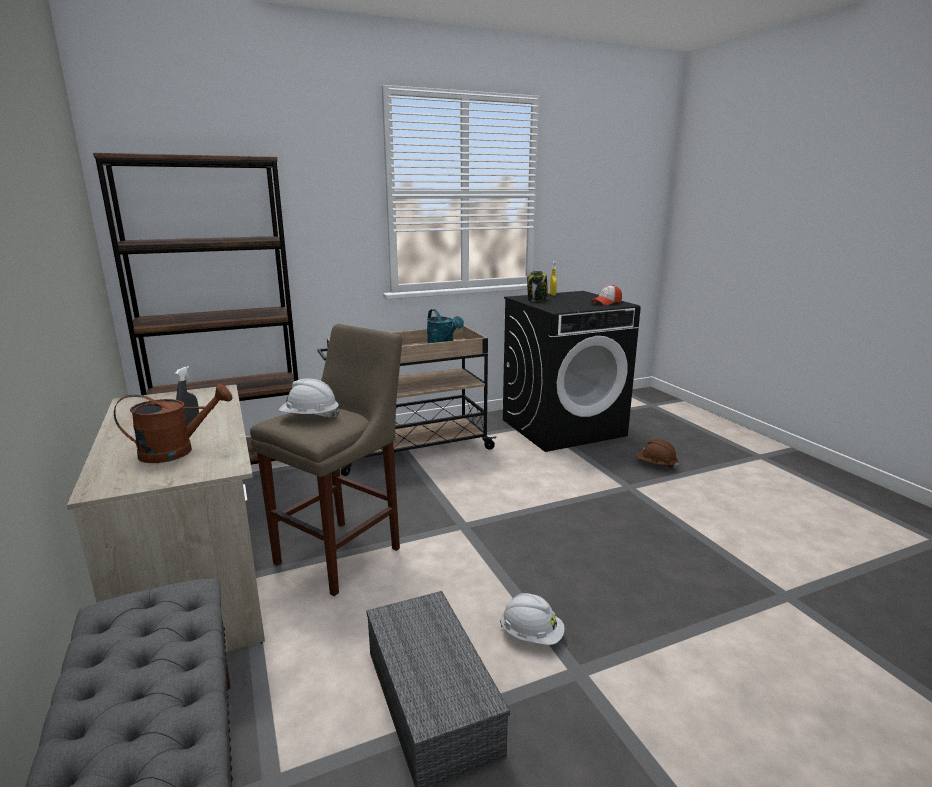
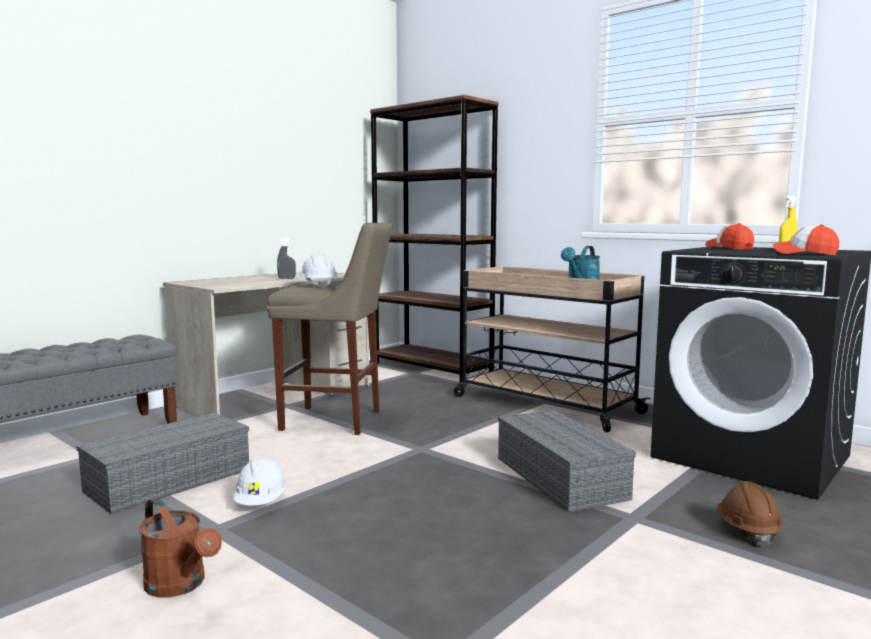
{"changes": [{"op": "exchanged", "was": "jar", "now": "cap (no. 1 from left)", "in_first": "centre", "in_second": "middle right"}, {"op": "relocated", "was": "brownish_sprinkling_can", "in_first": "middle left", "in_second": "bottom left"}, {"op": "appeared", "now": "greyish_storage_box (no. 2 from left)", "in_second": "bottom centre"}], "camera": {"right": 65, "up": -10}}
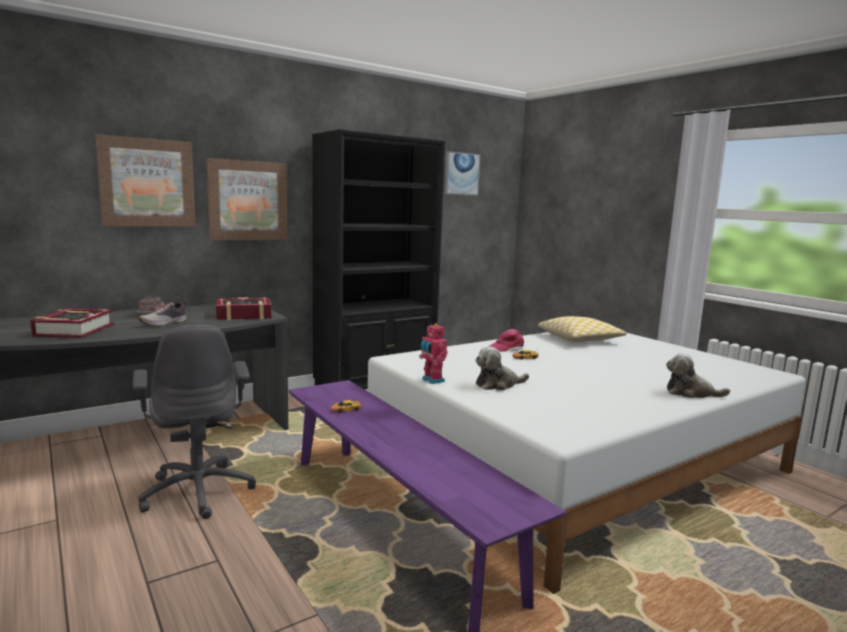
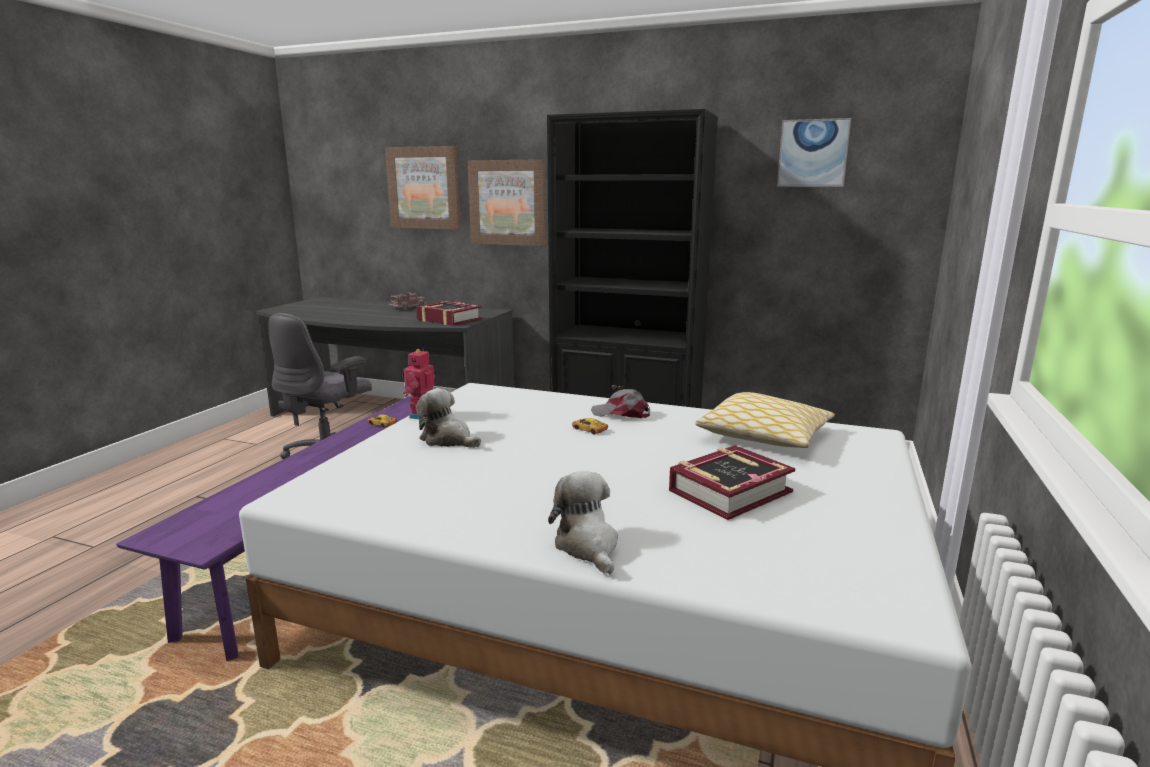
{"changes": [{"op": "missing", "was": "item_of_footwear", "in_first": "middle left"}, {"op": "relocated", "was": "book (no. 1 from left in the first image)", "now": "book (no. 2 from left)", "in_first": "middle left", "in_second": "centre"}, {"op": "colour", "was": "pink-coloured_cap", "now": "greyish_cap", "in_first": "centre", "in_second": "centre"}], "camera": {"right": 55, "up": 5}}
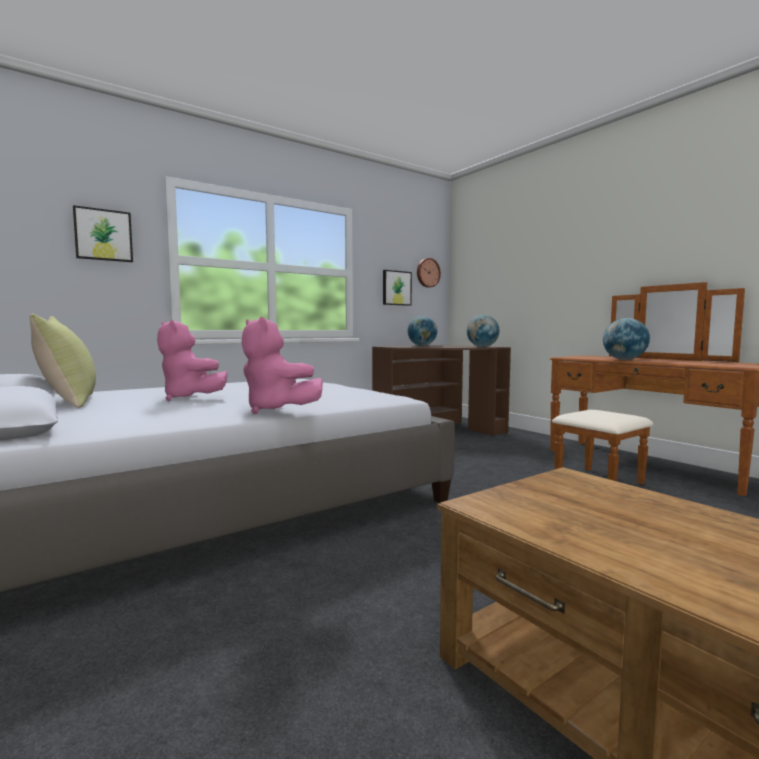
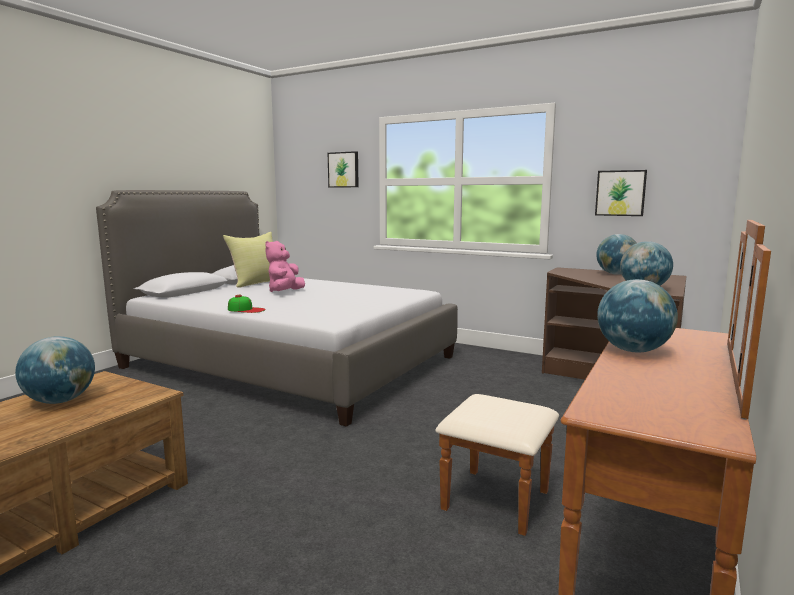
{"changes": [{"op": "missing", "was": "clock_on_the_wall", "in_first": "centre"}, {"op": "exchanged", "was": "pink-coloured_cuddly_toy (no. 2 from left)", "now": "cap", "in_first": "centre", "in_second": "middle left"}, {"op": "appeared", "now": "globe (no. 1 from left)", "in_second": "middle left"}], "camera": {"right": 65, "up": 5}}
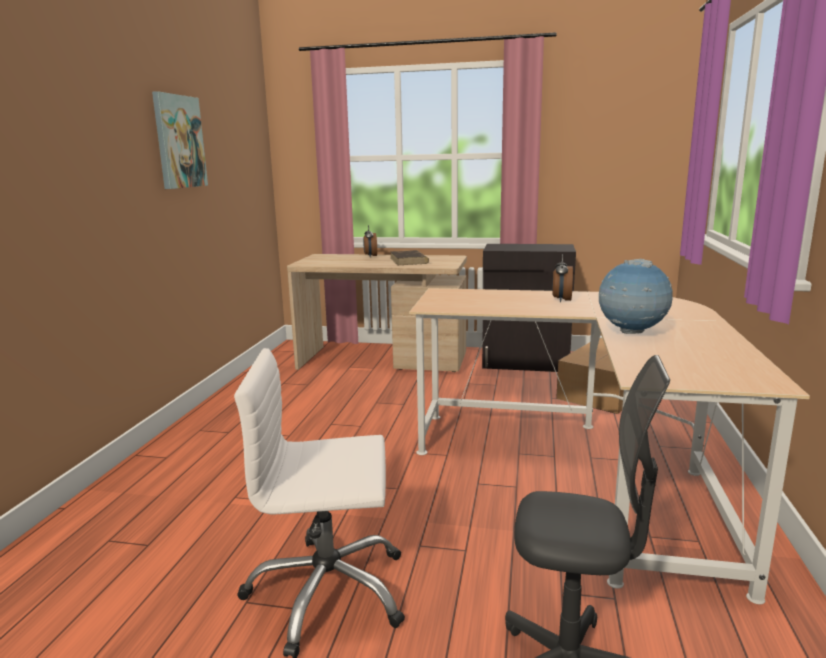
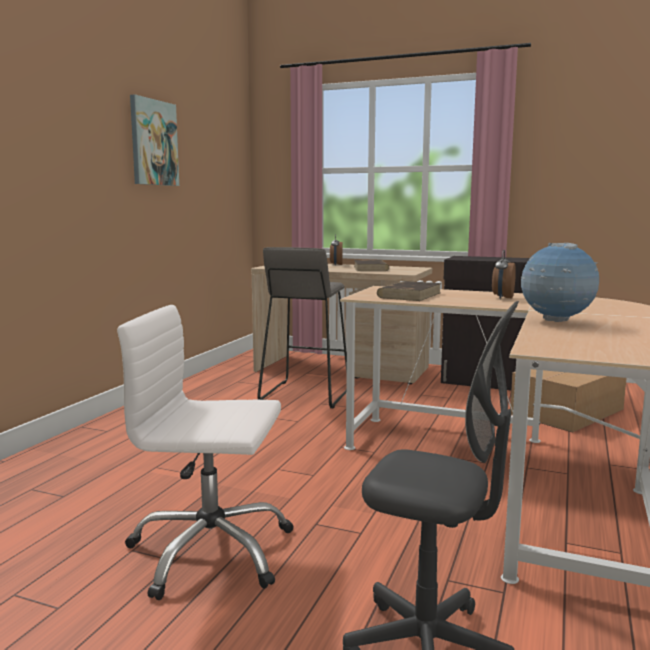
{"changes": [{"op": "appeared", "now": "greyish_stool", "in_second": "centre"}, {"op": "appeared", "now": "brownish_book (no. 2 from left)", "in_second": "centre"}], "camera": {"right": 10, "up": -5}}
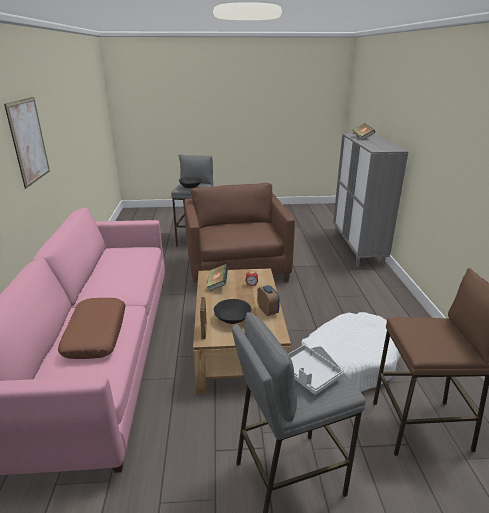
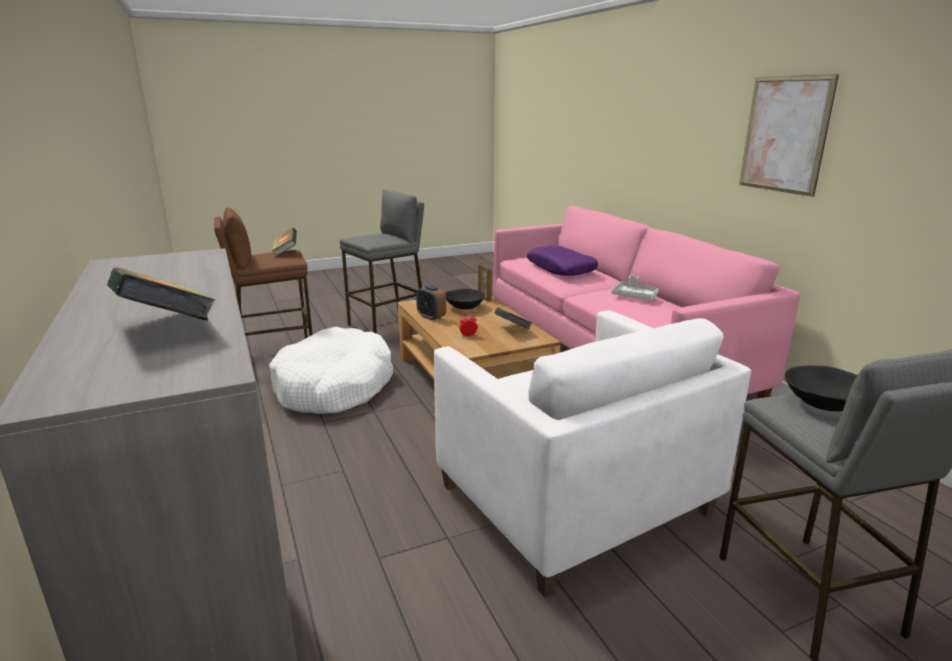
{"changes": [{"op": "colour", "was": "brownish_lounge_chair", "now": "white-coloured_lounge_chair", "in_first": "centre", "in_second": "bottom centre"}, {"op": "colour", "was": "brownish_pillow", "now": "purple-coloured_pillow", "in_first": "middle left", "in_second": "centre"}, {"op": "relocated", "was": "greyish_tray", "in_first": "bottom centre", "in_second": "middle right"}, {"op": "appeared", "now": "book (no. 2 from left)", "in_second": "middle left"}], "camera": {"right": 160, "up": -5}}
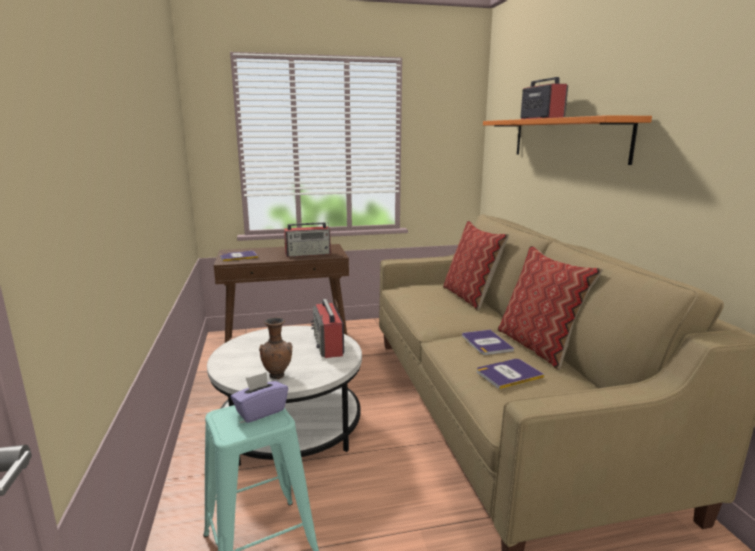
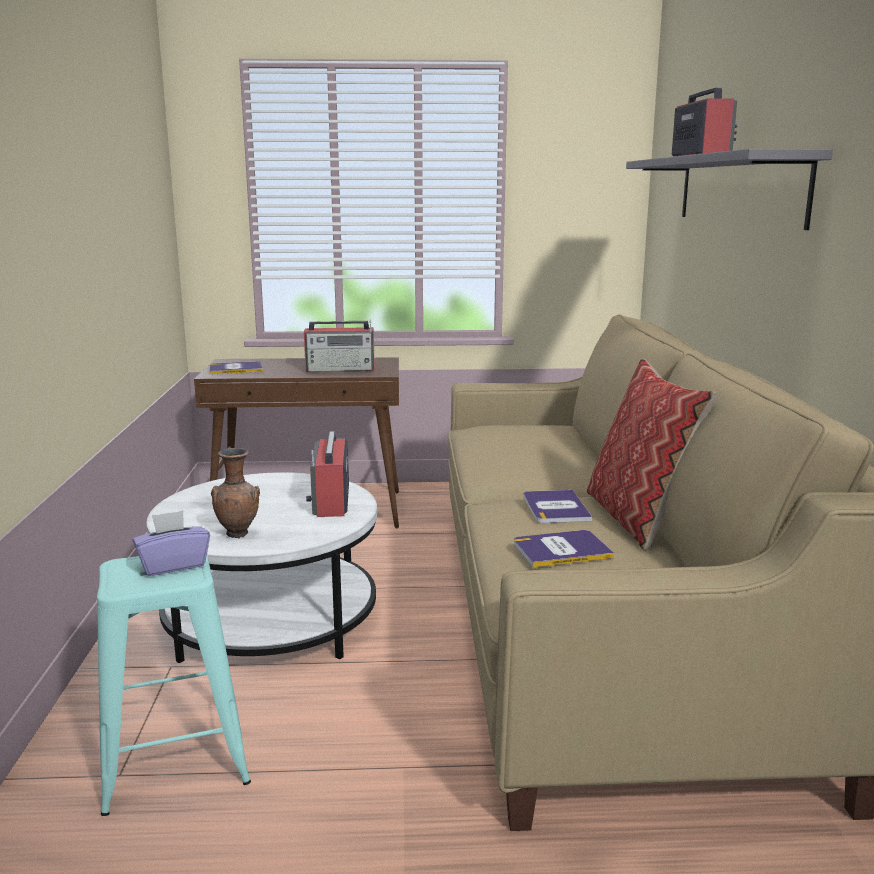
{"changes": [{"op": "colour", "was": "orangey_bracket_shelf", "now": "greyish_bracket_shelf", "in_first": "top right", "in_second": "top right"}, {"op": "missing", "was": "pillow (no. 1 from left)", "in_first": "centre"}], "camera": {"right": 10, "up": 0}}
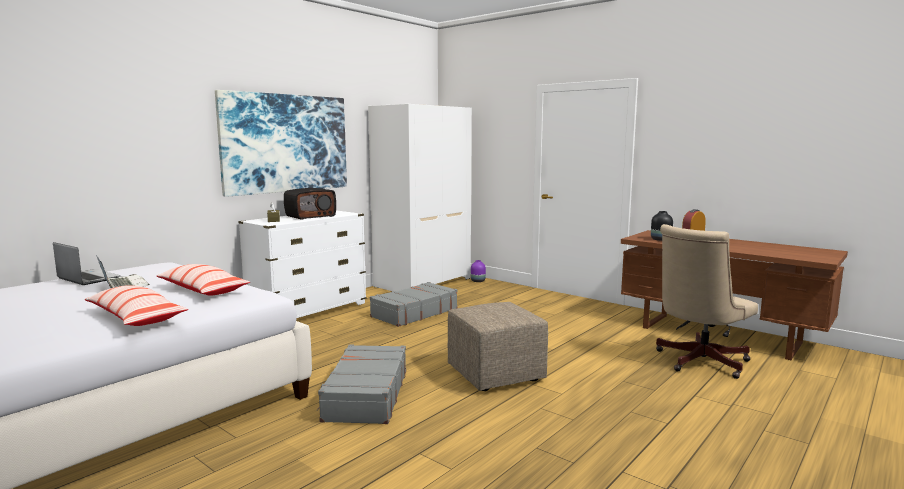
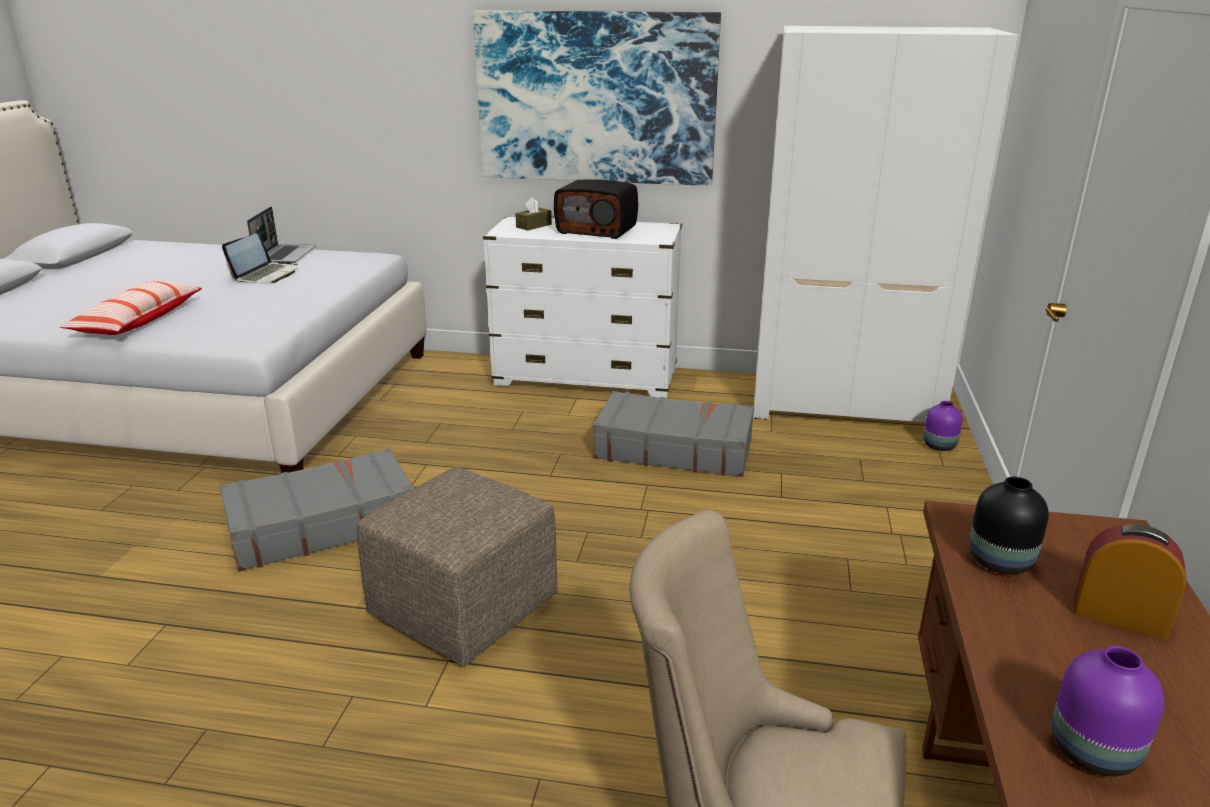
{"changes": [{"op": "missing", "was": "pillow (no. 2 from left)", "in_first": "middle left"}, {"op": "appeared", "now": "purple-coloured_decorative_vase (no. 2 from left)", "in_second": "bottom right"}], "camera": {"right": 60, "up": 15}}
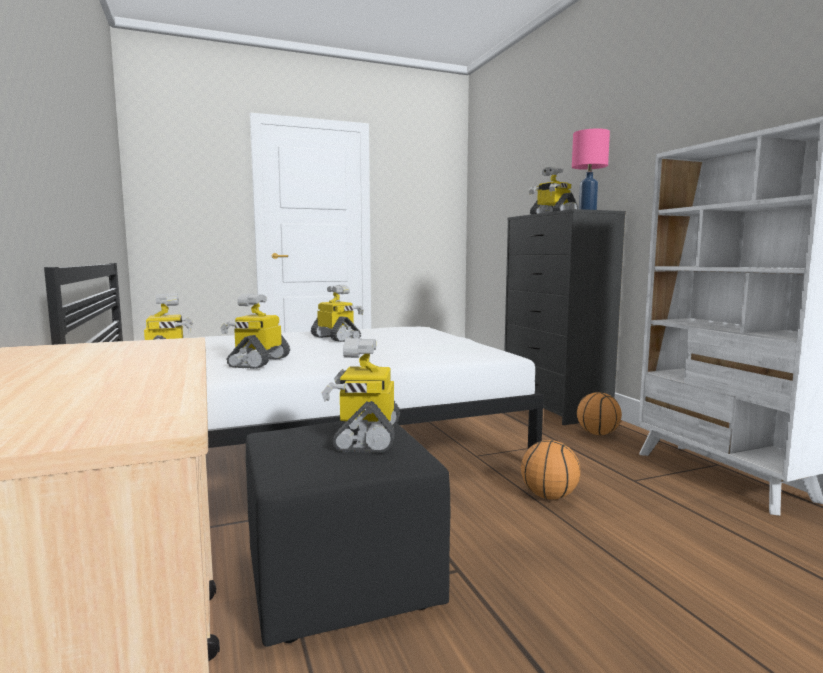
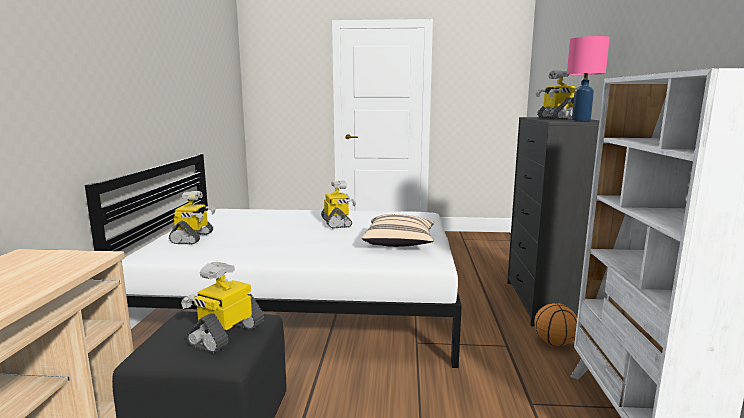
{"changes": [{"op": "missing", "was": "robot_figure (no. 2 from left)", "in_first": "middle left"}, {"op": "missing", "was": "ball_for_basketball (no. 1 from left)", "in_first": "bottom right"}, {"op": "appeared", "now": "beige_pillow", "in_second": "centre"}], "camera": {"right": 25, "up": 5}}
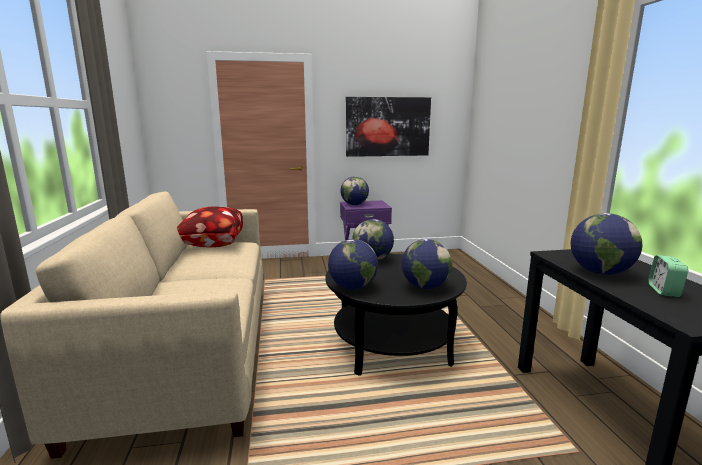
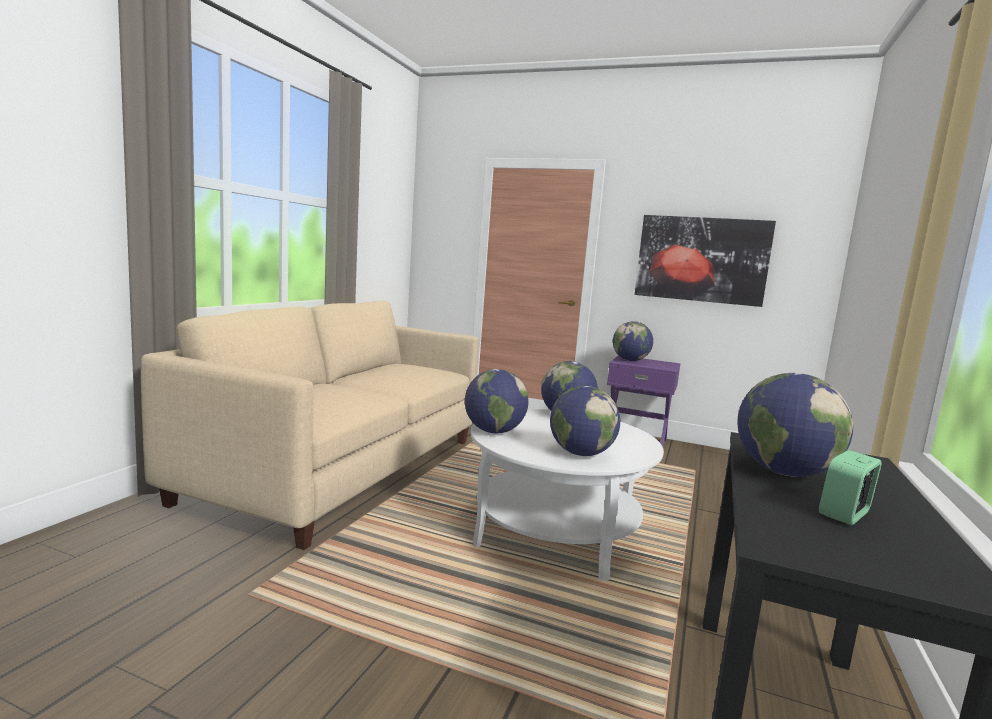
{"changes": [{"op": "missing", "was": "pillow", "in_first": "middle left"}, {"op": "colour", "was": "black_coffee_table", "now": "white-coloured_coffee_table", "in_first": "bottom centre", "in_second": "bottom centre"}], "camera": {"right": 30, "up": -5}}
